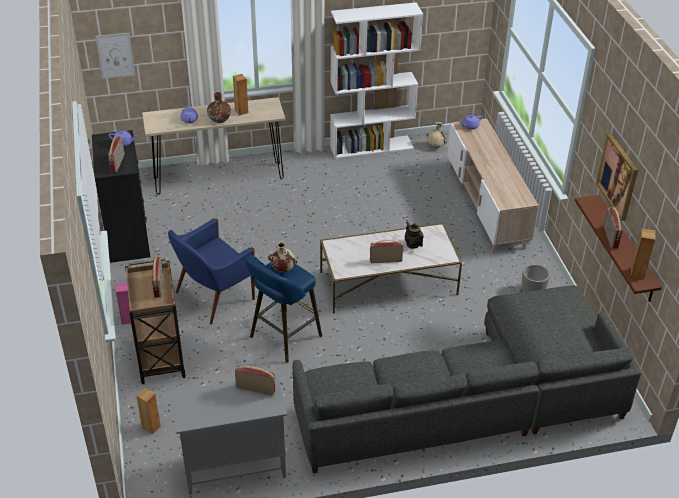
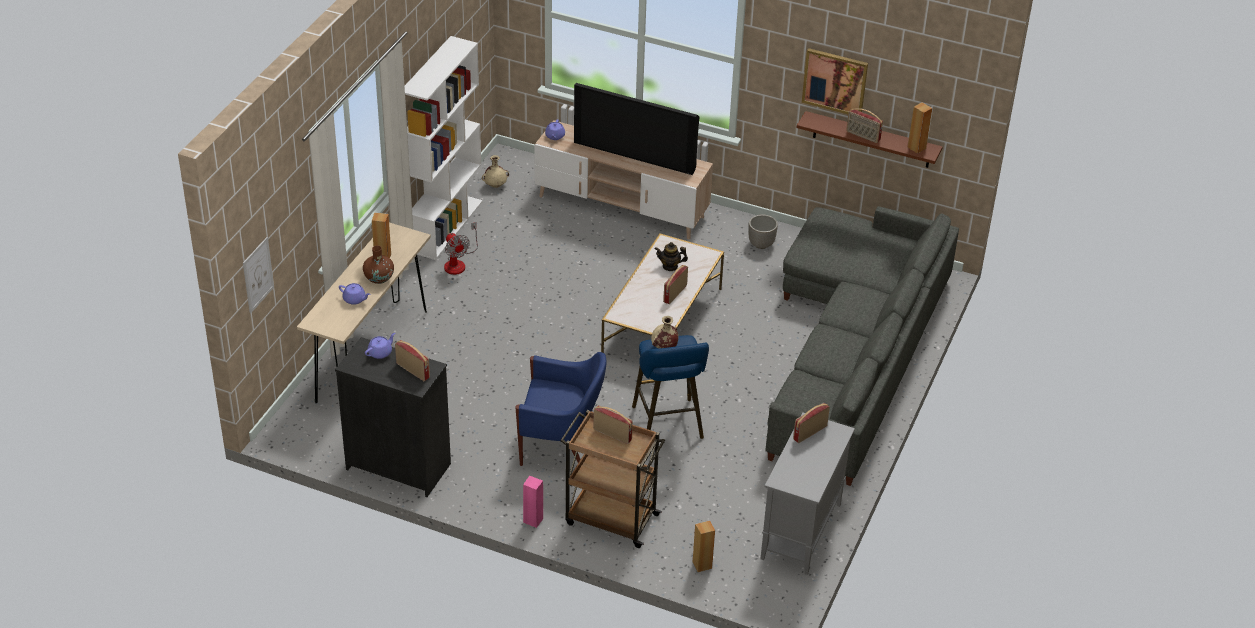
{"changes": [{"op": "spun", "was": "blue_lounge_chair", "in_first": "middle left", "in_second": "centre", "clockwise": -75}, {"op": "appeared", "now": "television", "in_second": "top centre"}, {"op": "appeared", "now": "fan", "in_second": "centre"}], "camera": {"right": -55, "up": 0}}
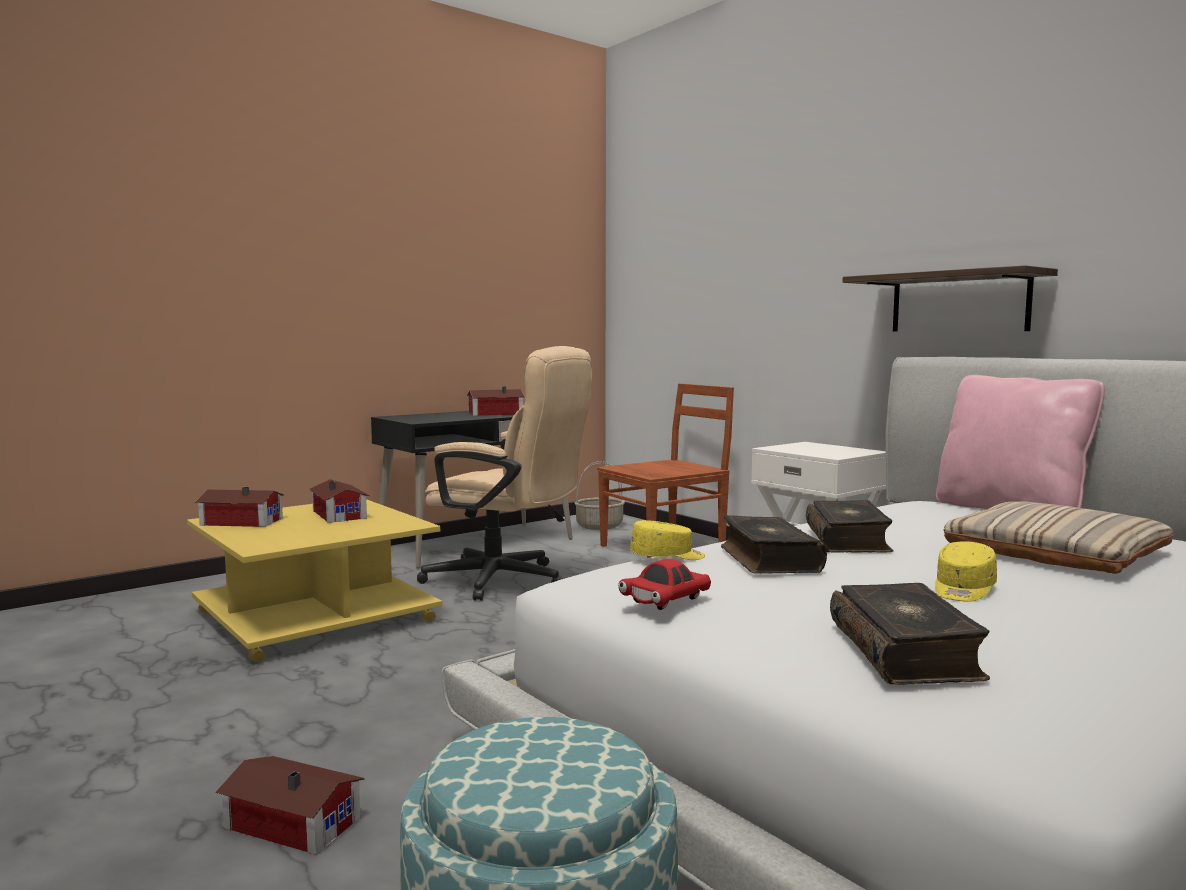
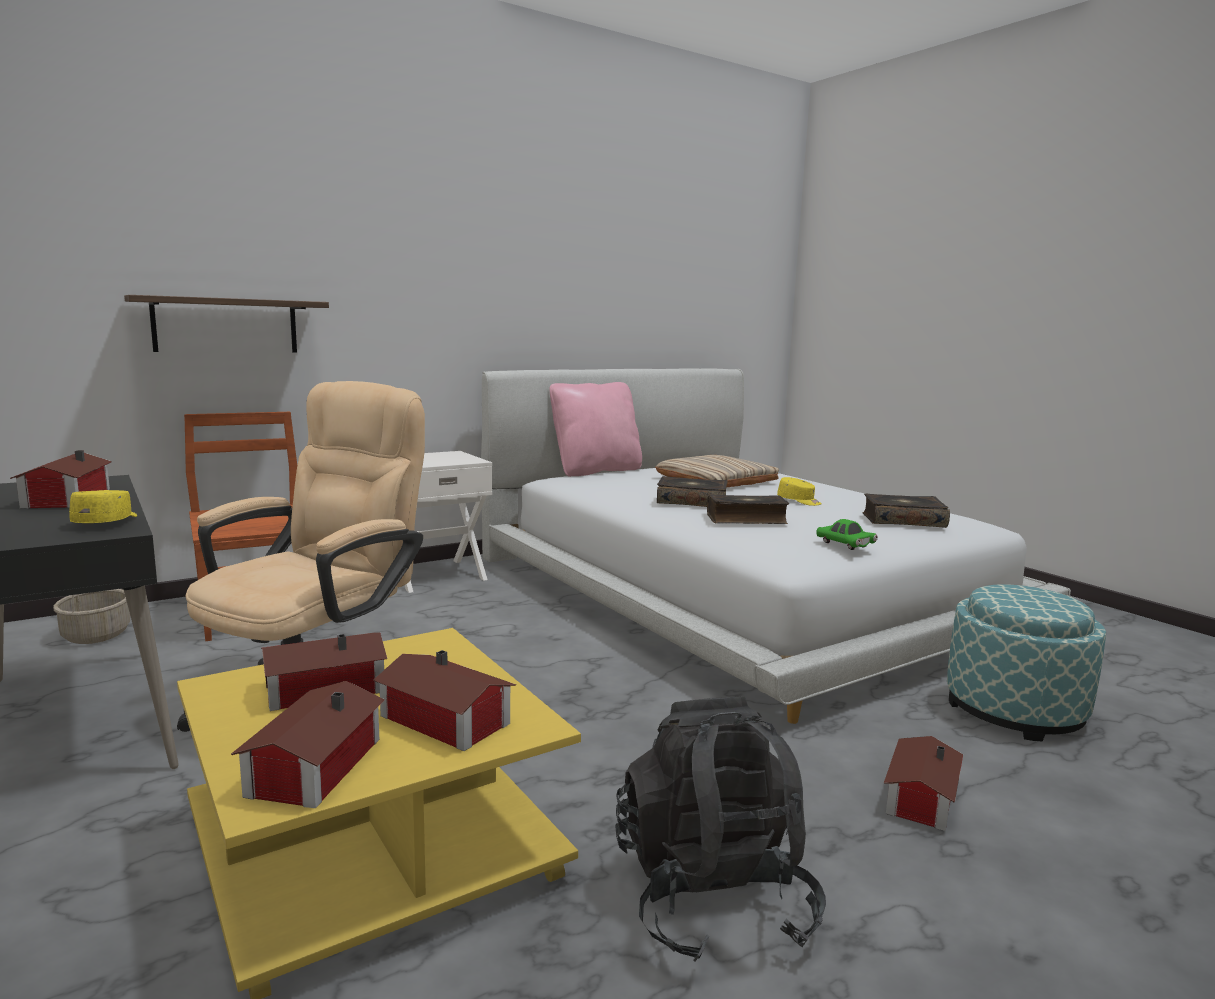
{"changes": [{"op": "relocated", "was": "bracket_shelf", "in_first": "middle right", "in_second": "top left"}, {"op": "relocated", "was": "yellow-coloured_cap (no. 1 from left)", "in_first": "centre", "in_second": "middle left"}, {"op": "colour", "was": "red_model_car", "now": "green_model_car", "in_first": "centre", "in_second": "middle right"}, {"op": "appeared", "now": "model_house (no. 4 from left)", "in_second": "bottom centre"}, {"op": "appeared", "now": "black_rucksack", "in_second": "bottom centre"}], "camera": {"right": -85, "up": 5}}
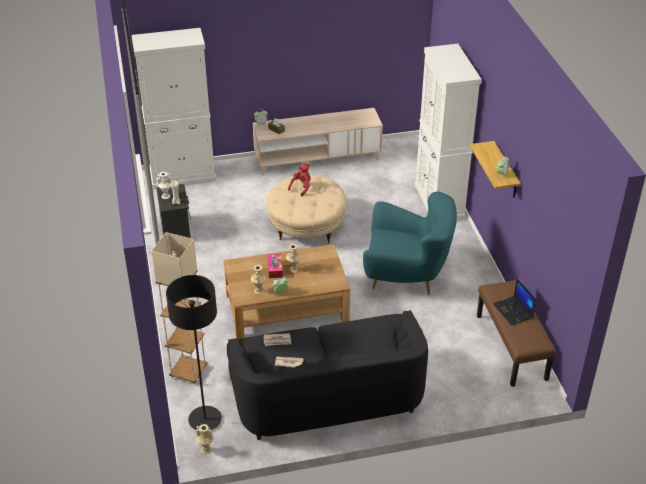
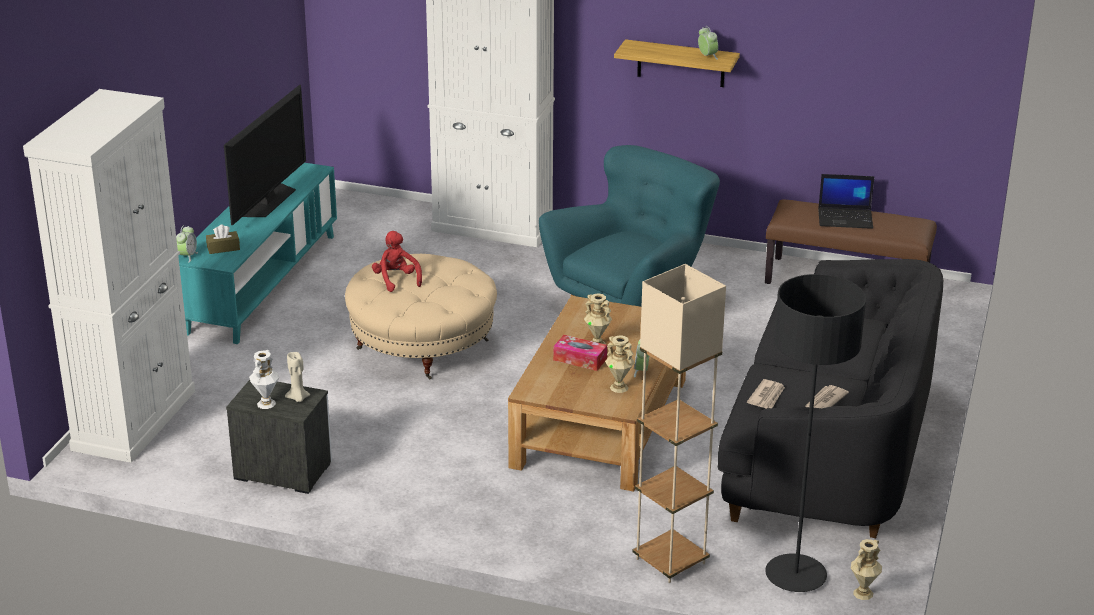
{"changes": [{"op": "colour", "was": "beige_media_console", "now": "turquoise-coloured_media_console", "in_first": "top centre", "in_second": "middle left"}, {"op": "appeared", "now": "television", "in_second": "top left"}], "camera": {"right": -60, "up": -10}}
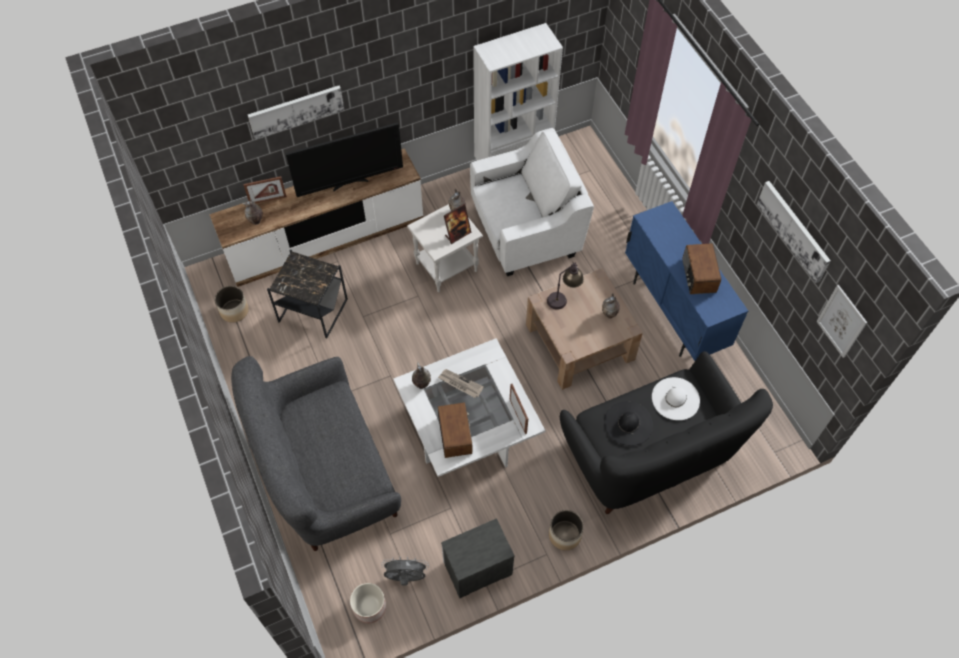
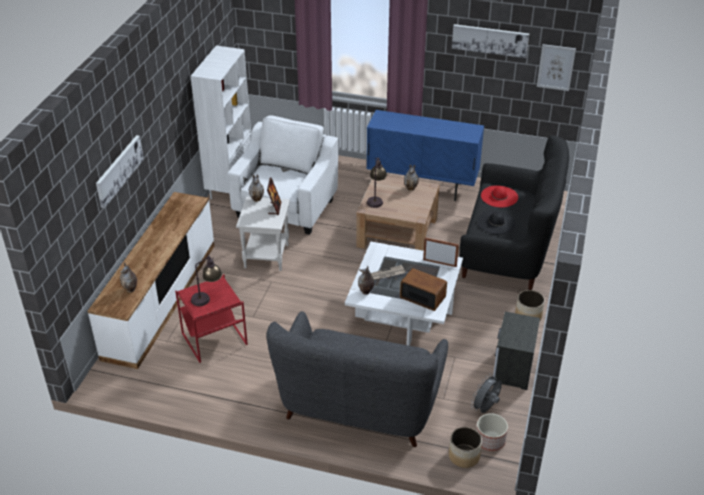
{"changes": [{"op": "missing", "was": "television", "in_first": "top centre"}, {"op": "missing", "was": "standing_frame (no. 1 from left)", "in_first": "top left"}, {"op": "missing", "was": "radio_set (no. 2 from left)", "in_first": "middle right"}, {"op": "colour", "was": "black_accent_table", "now": "red_accent_table", "in_first": "middle left", "in_second": "middle left"}, {"op": "relocated", "was": "planter (no. 1 from left)", "in_first": "middle left", "in_second": "bottom centre"}, {"op": "colour", "was": "white-coloured_wearable_hat", "now": "red_wearable_hat", "in_first": "middle right", "in_second": "middle right"}, {"op": "appeared", "now": "table_lamp (no. 1 from left)", "in_second": "middle left"}], "camera": {"right": -50, "up": -20}}
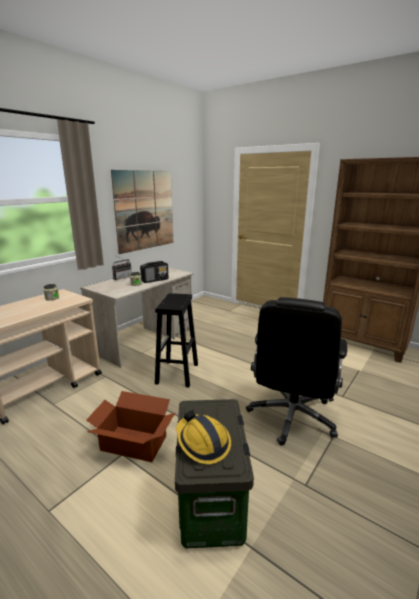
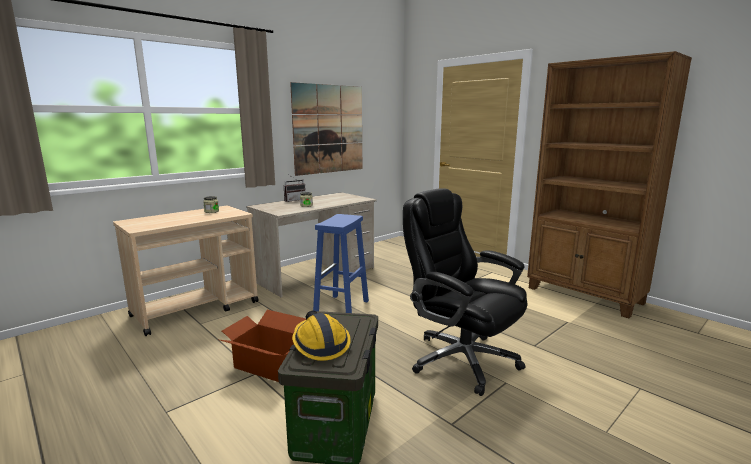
{"changes": [{"op": "missing", "was": "radio_set (no. 2 from left)", "in_first": "centre"}, {"op": "colour", "was": "black_stool", "now": "blue_stool", "in_first": "centre", "in_second": "centre"}, {"op": "spun", "was": "black_computer_chair", "in_first": "middle right", "in_second": "centre", "clockwise": 105}], "camera": {"right": 10, "up": -5}}
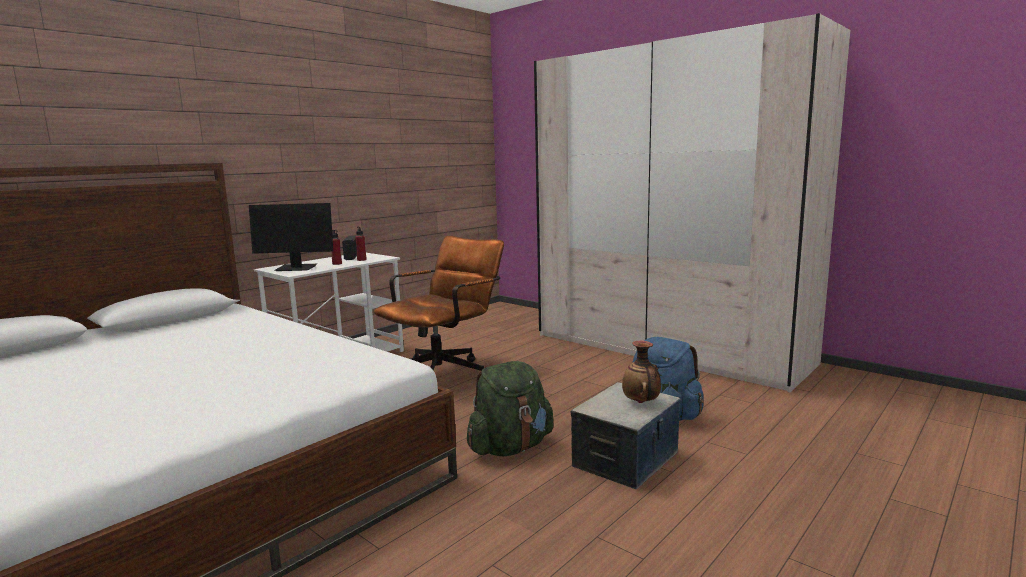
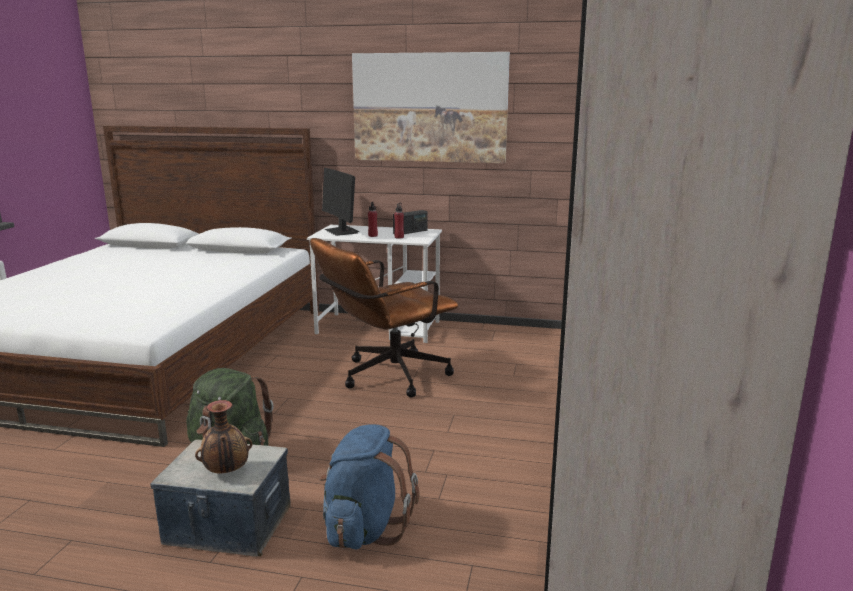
{"changes": [{"op": "spun", "was": "brownish_computer_chair", "in_first": "centre", "in_second": "centre", "clockwise": 135}, {"op": "appeared", "now": "picture", "in_second": "top centre"}], "camera": {"right": 60, "up": 5}}
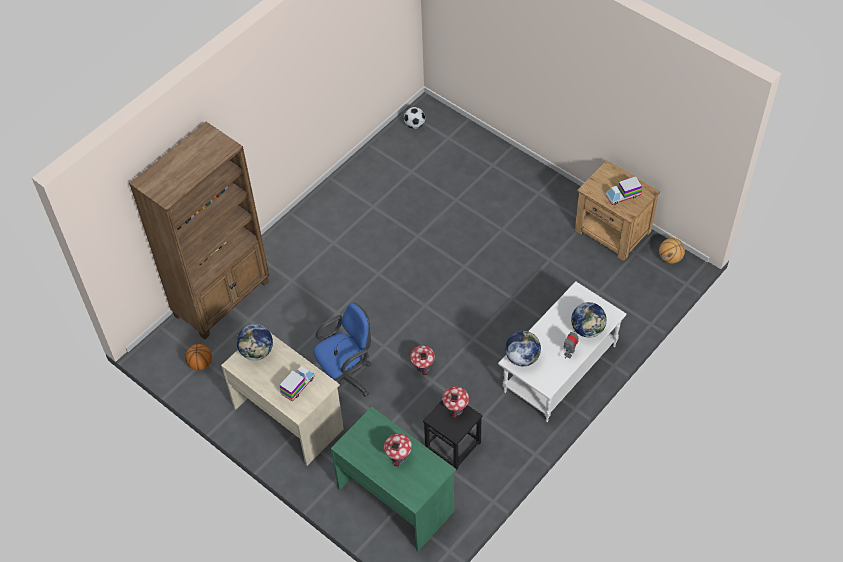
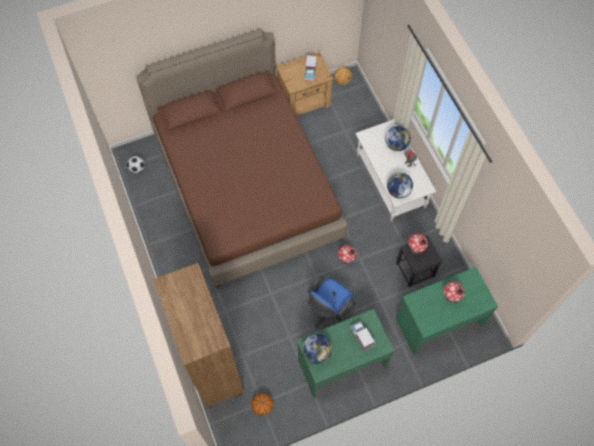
{"changes": [{"op": "spun", "was": "blue_computer_chair", "in_first": "centre", "in_second": "bottom centre", "clockwise": -135}, {"op": "colour", "was": "beige_desk_unit", "now": "green_desk_unit (no. 1 from left)", "in_first": "bottom centre", "in_second": "bottom centre"}, {"op": "appeared", "now": "brownish_bedroom_bed", "in_second": "centre"}], "camera": {"right": -65, "up": 10}}
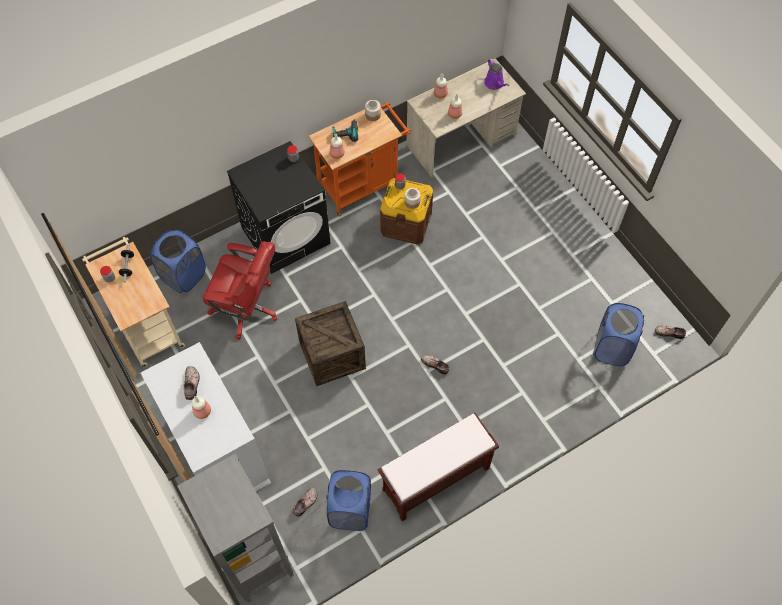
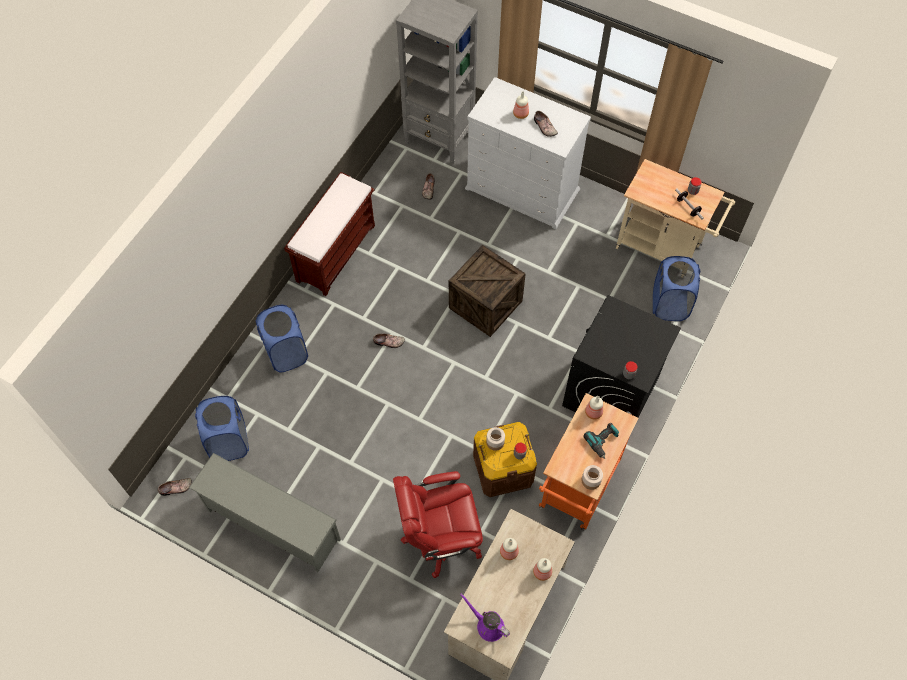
{"changes": [{"op": "relocated", "was": "red_computer_chair", "in_first": "middle left", "in_second": "bottom centre"}, {"op": "relocated", "was": "blue_washing_basket (no. 2 from left)", "in_first": "bottom centre", "in_second": "middle left"}, {"op": "appeared", "now": "greyish_shoe_rack", "in_second": "bottom left"}], "camera": {"right": 150, "up": 0}}
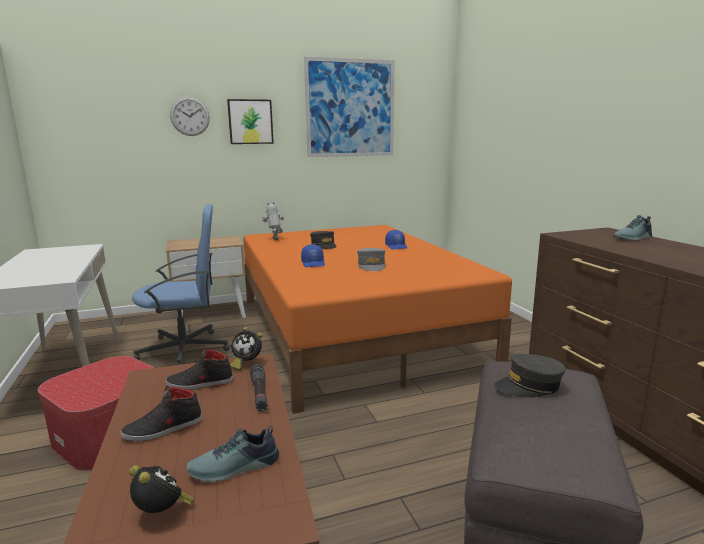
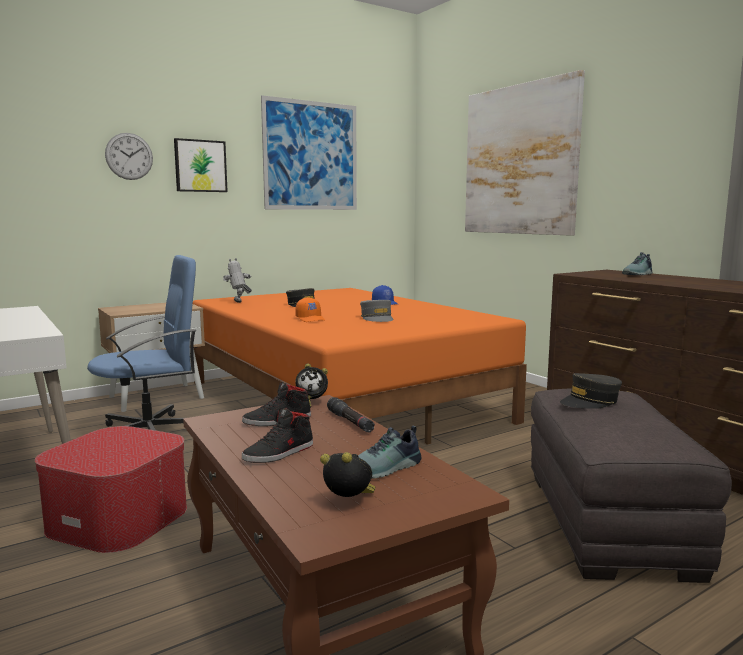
{"changes": [{"op": "colour", "was": "blue_cap (no. 1 from left)", "now": "orangey_cap", "in_first": "centre", "in_second": "centre"}, {"op": "appeared", "now": "picture (no. 3 from left)", "in_second": "top right"}], "camera": {"right": -15, "up": -5}}
